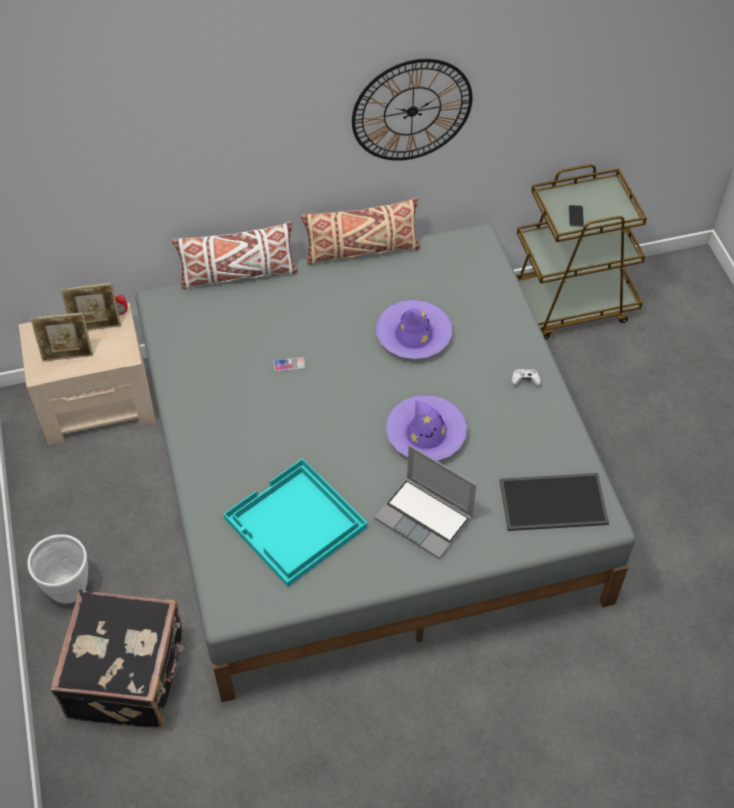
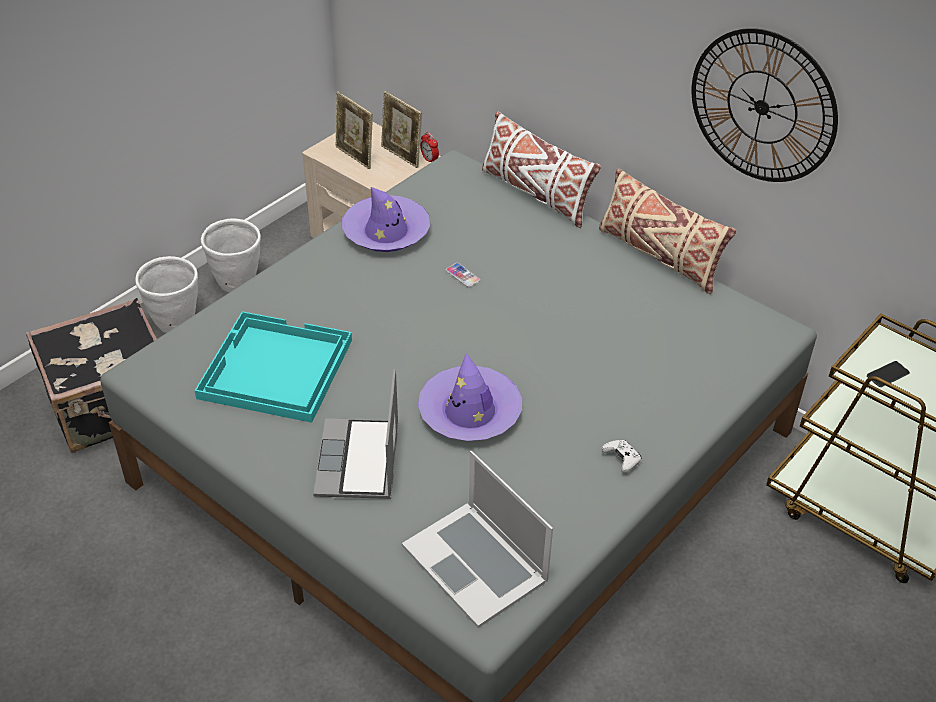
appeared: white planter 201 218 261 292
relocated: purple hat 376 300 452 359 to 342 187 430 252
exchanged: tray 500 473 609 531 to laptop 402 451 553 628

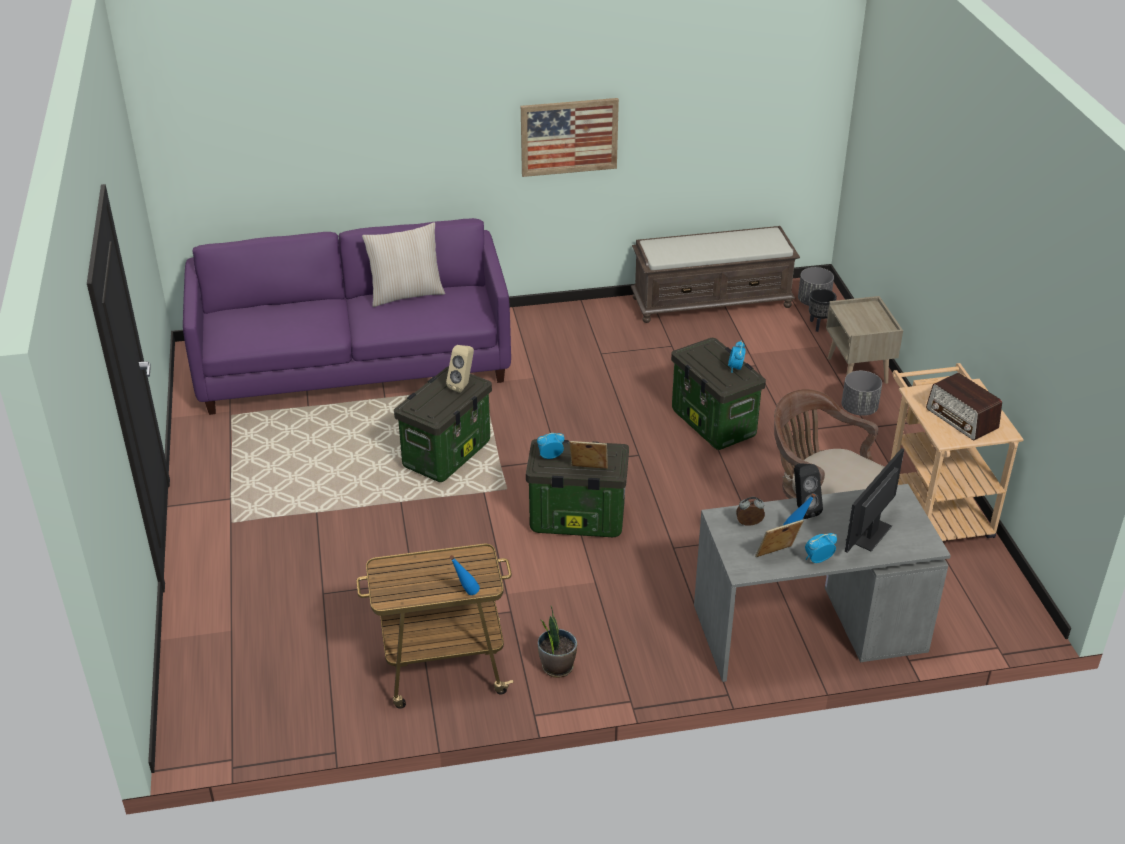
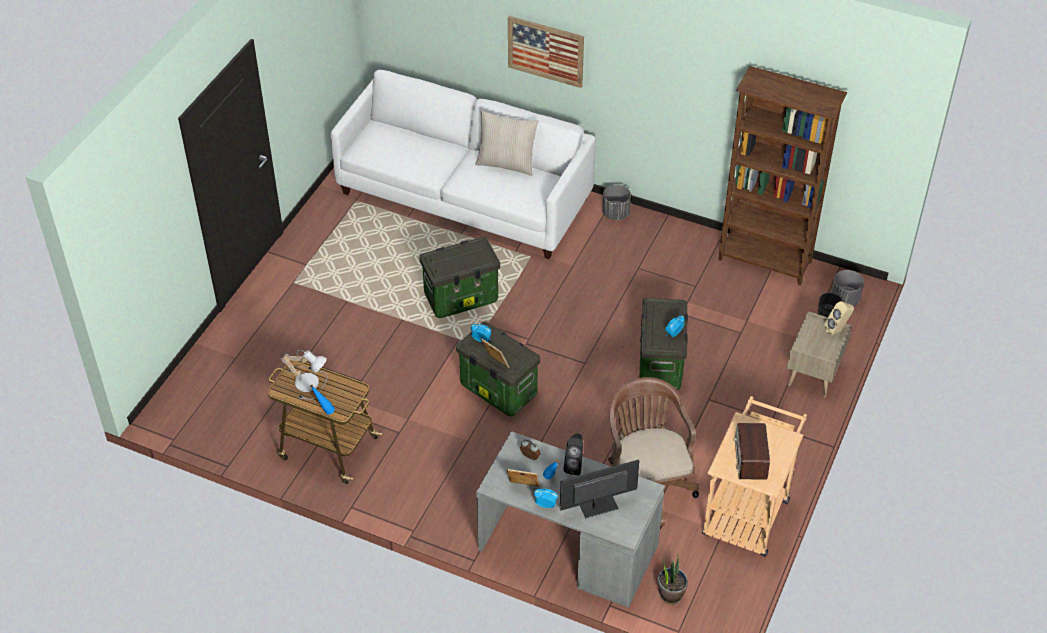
appeared: table lamp 281 350 328 400
relocated: picture 521 98 619 177 to 508 16 584 88; beige speaker 446 345 474 393 to 824 301 854 336; grey planter 842 371 882 416 to 602 185 631 220; potted plant 538 606 577 678 to 658 556 688 605
exchanged: brown bench 631 226 800 323 to brown bookcase 718 66 847 286
colour: purple sofa 183 218 511 415 to white sofa 330 70 596 259

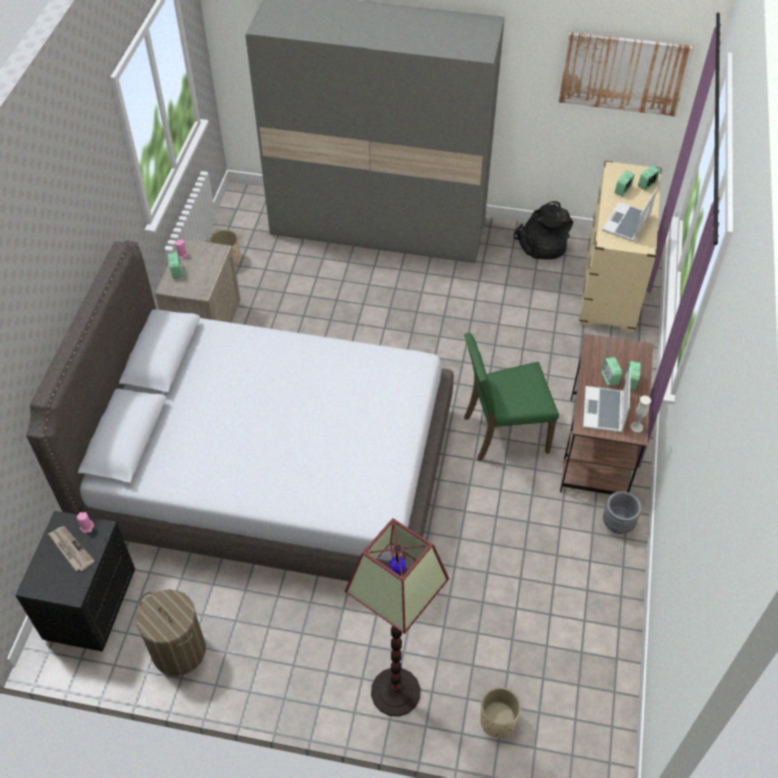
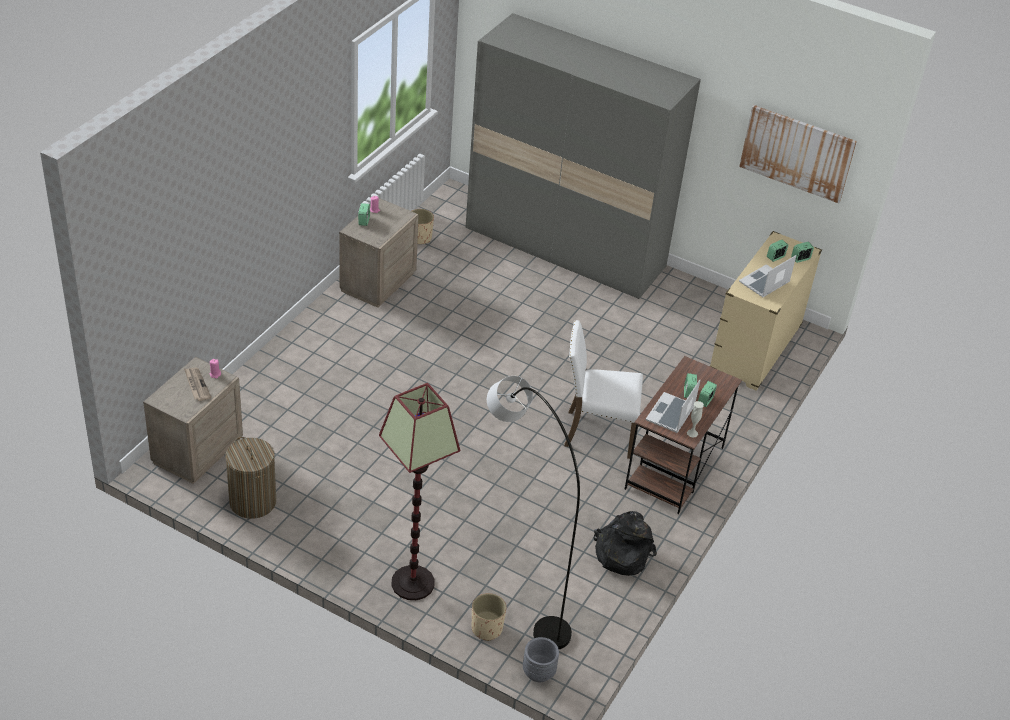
missing: grey bed 26 240 454 581
appeared: grey floor lamp 487 376 580 649
relocated: black backpack 514 201 573 260 to 594 511 657 576; grey planter 603 491 641 534 to 523 637 559 682
colour: green chair 464 332 559 461 to white chair 564 320 643 459; black nightstand 15 511 135 651 to beige nightstand 143 357 243 484

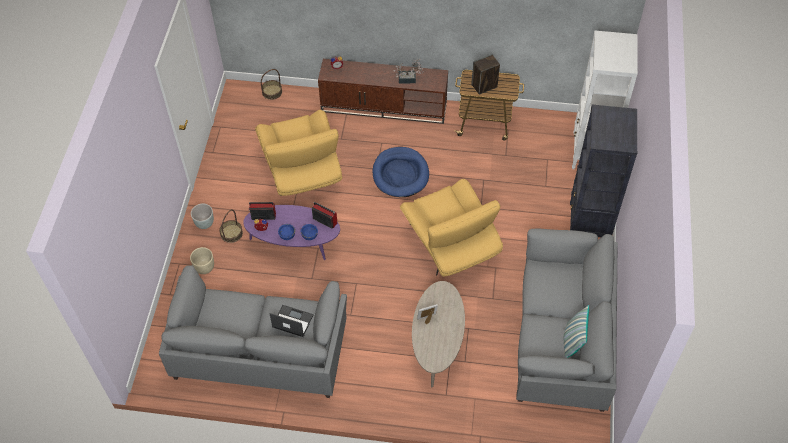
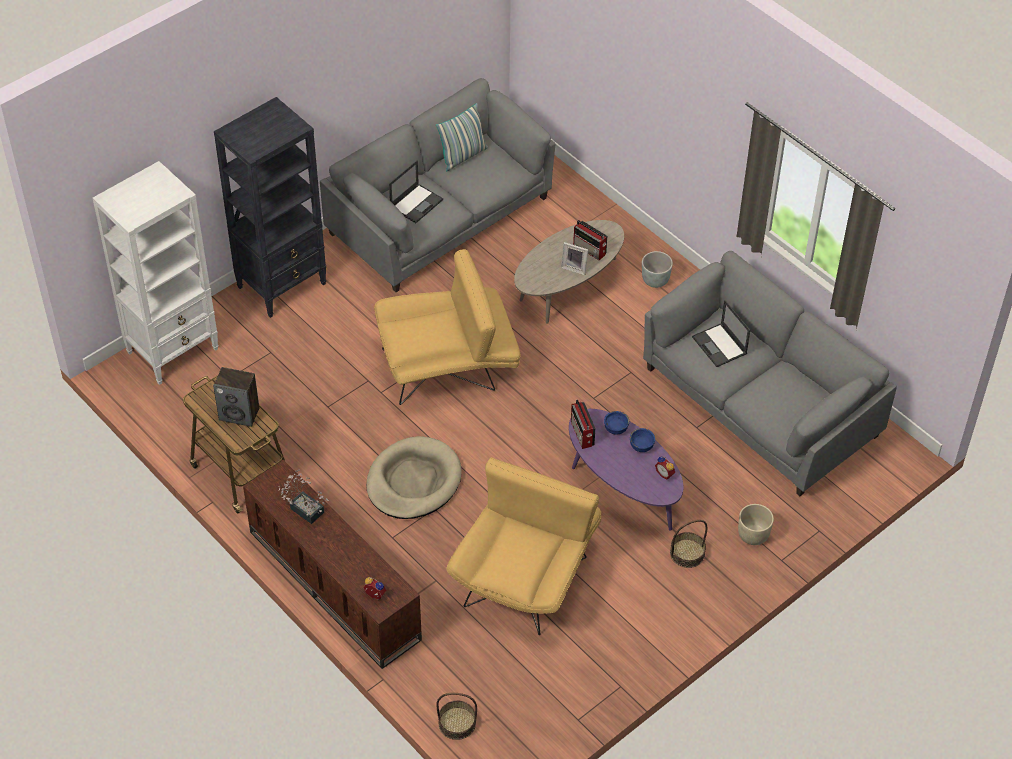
appeared: laptop 389 160 443 223
relocated: radio 248 202 276 220 to 573 220 607 260; grey planter 191 204 214 229 to 642 251 673 288
colour: blue dog bed 373 147 429 197 to beige dog bed 366 436 462 519
spun: yellow armchair 400 179 503 276 = 374 249 521 405 60 degrees clockwise

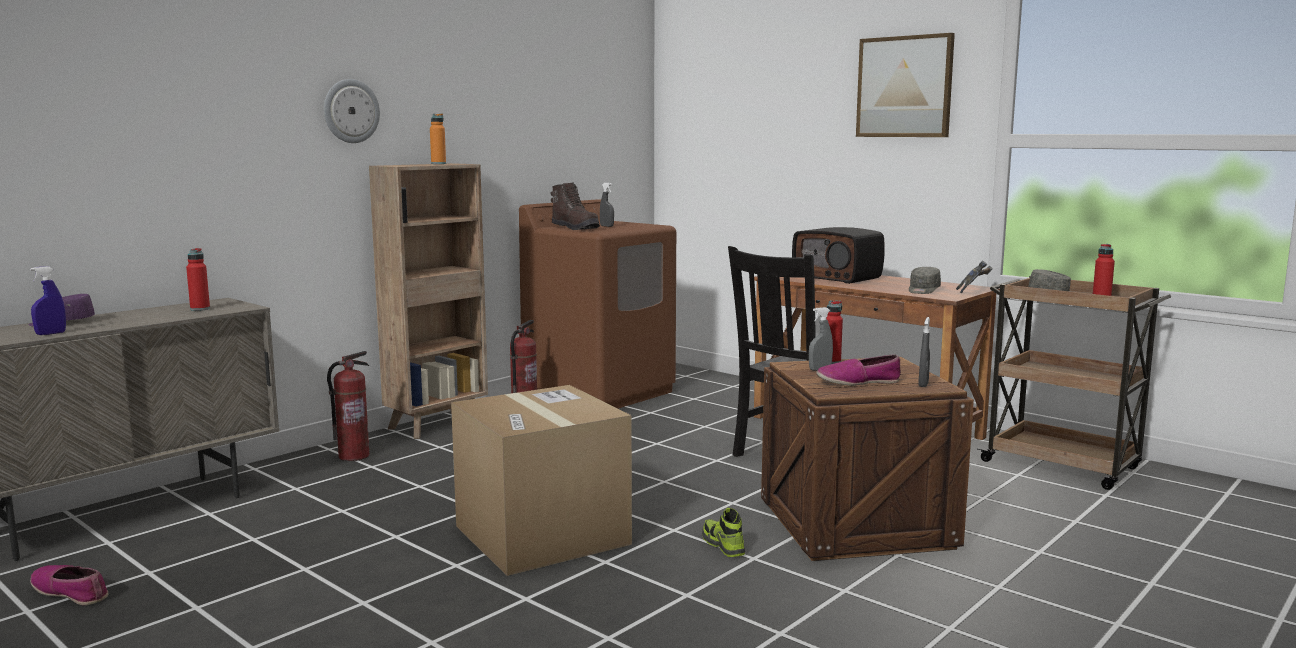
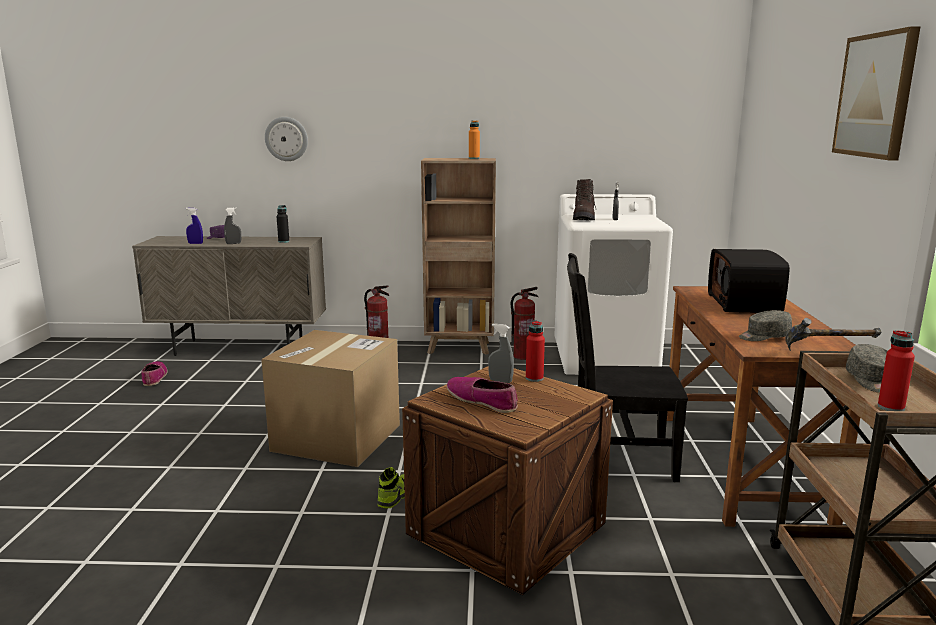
relocated: wall clock 324 79 380 143 to 265 117 308 161; grey spray bottle 918 317 930 387 to 224 207 241 244
colour: brown washing machine 519 199 676 409 to white washing machine 554 194 673 375; red bottle 186 248 210 311 to black bottle 276 205 289 243

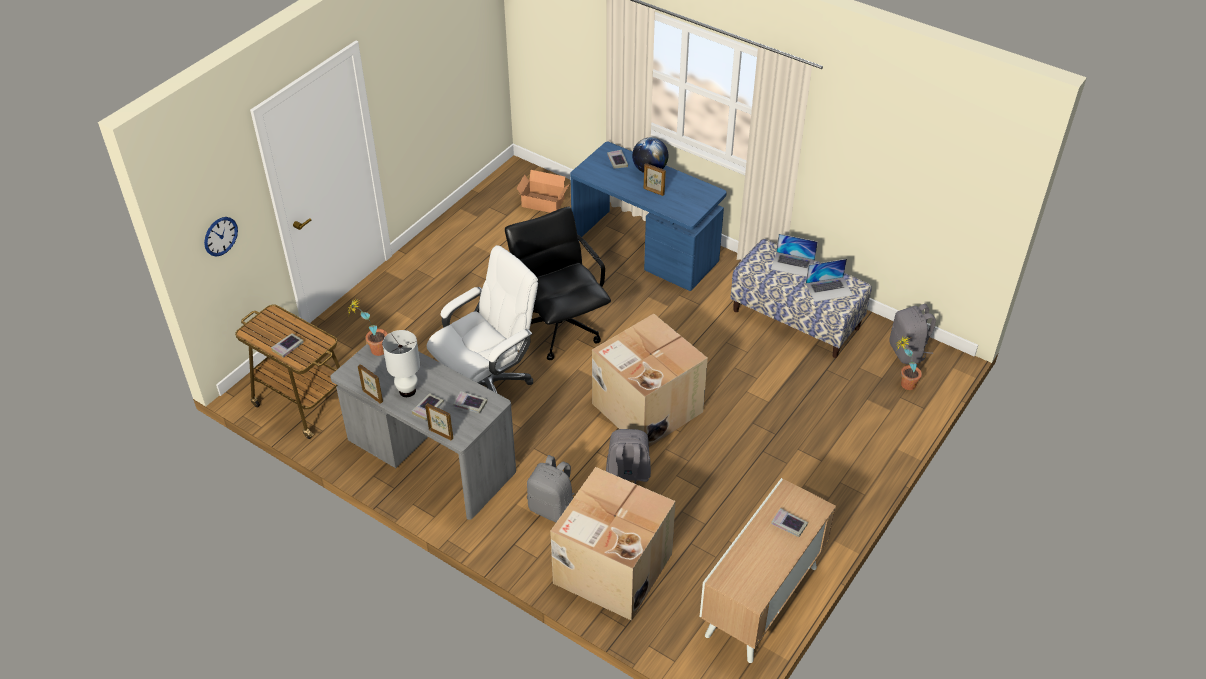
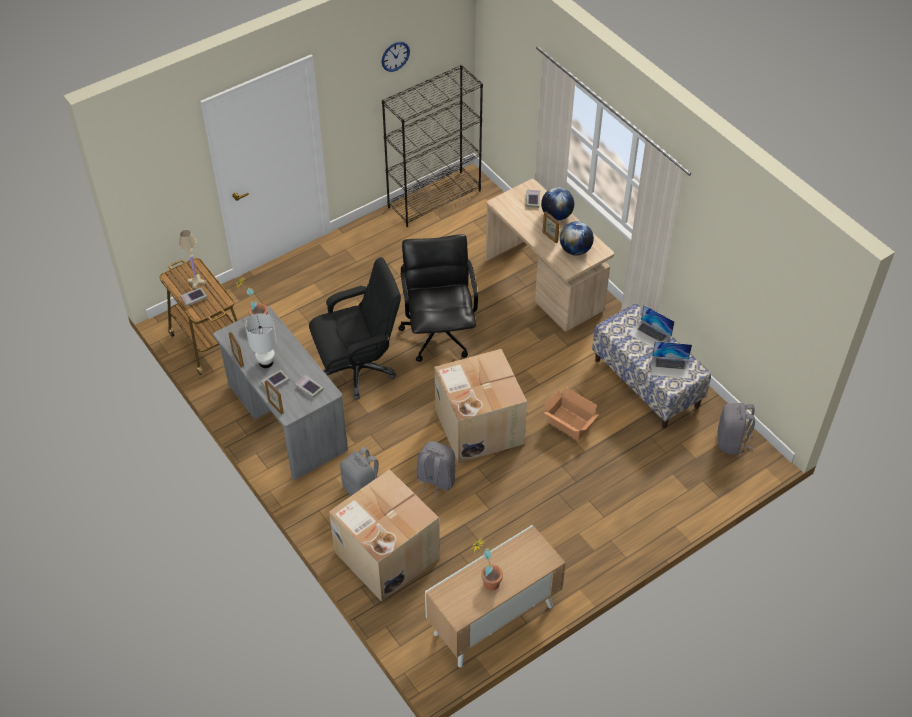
missing: book 771 508 808 537
appeared: black bookcase 382 65 483 227; globe 560 221 594 256; beige table lamp 179 230 206 289
relocated: cardboard box 517 170 569 213 to 543 387 599 440; wall clock 204 217 238 257 to 382 42 410 72; potted plant 895 336 922 390 to 469 539 503 591
colour: blue desk 570 142 727 291 to beige desk 486 179 614 332; white office chair 427 245 538 394 to black office chair 309 257 401 400

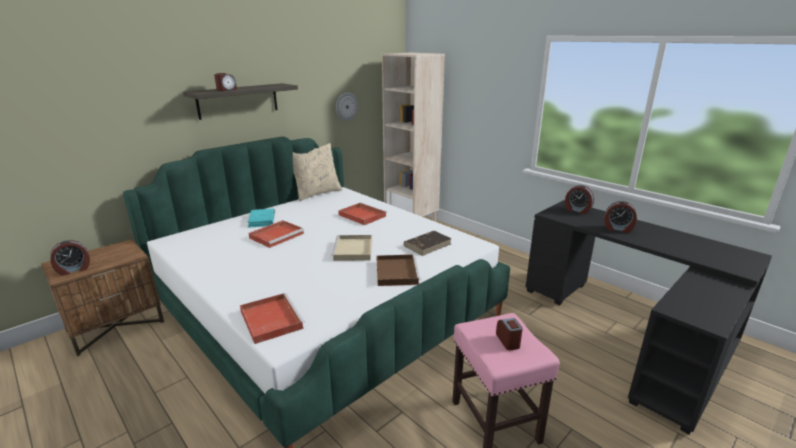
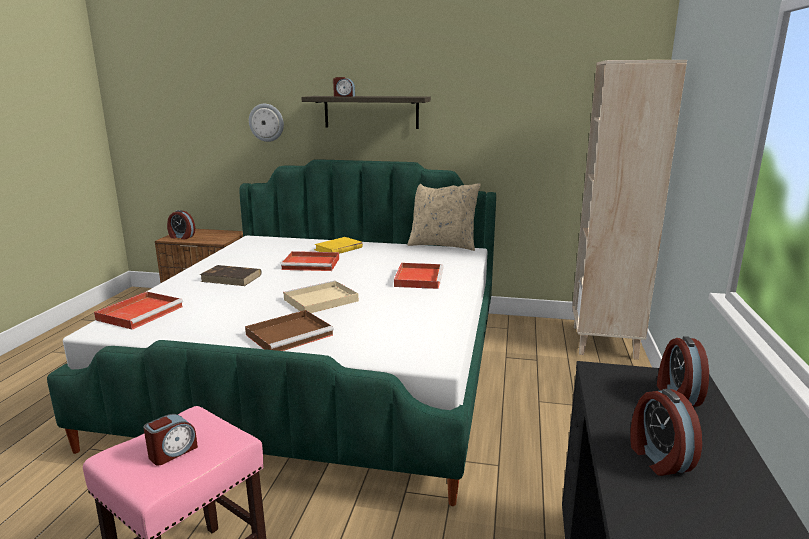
relocated: wall clock 336 93 358 121 to 249 104 284 142; brown book 404 231 452 256 to 200 265 262 286
colour: turquoise book 247 209 275 228 to yellow book 314 237 363 254

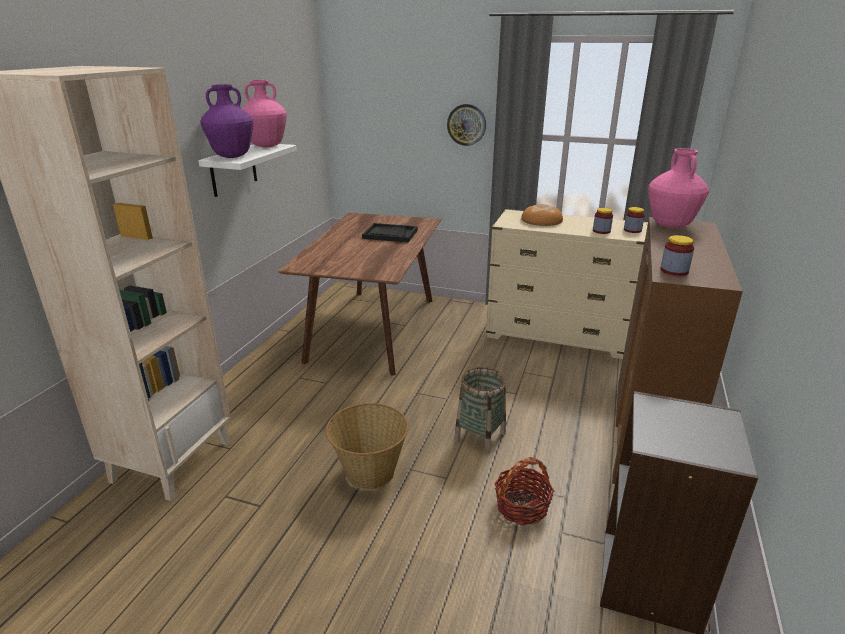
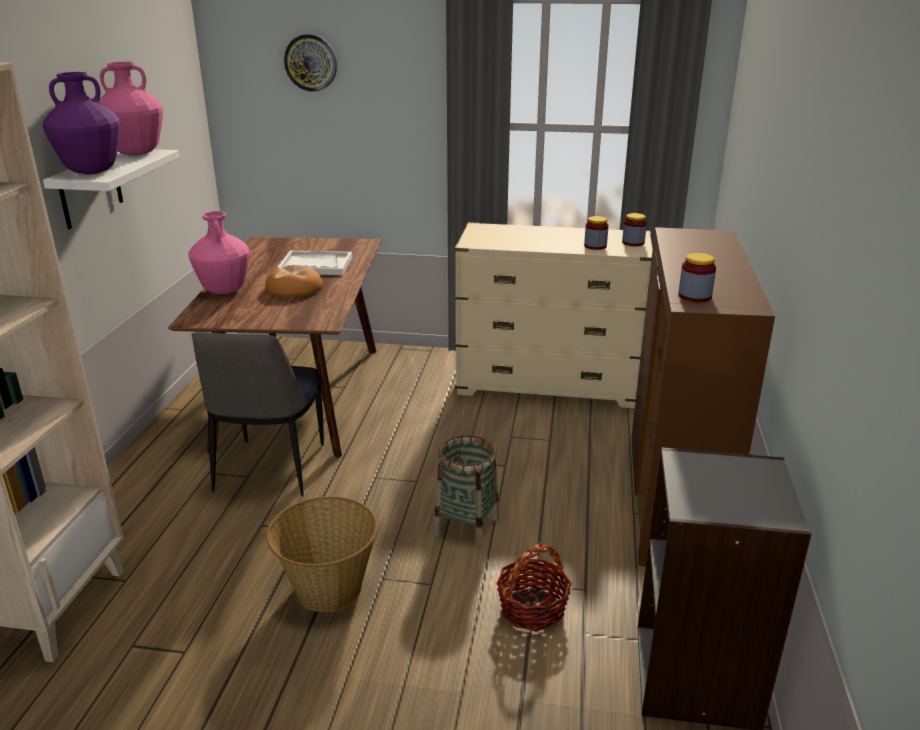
appeared: chair 192 332 324 497
relocated: wall clock 447 104 486 146 to 284 34 337 92; pink vase 648 148 709 228 to 188 211 250 294; bread 521 204 563 226 to 265 265 323 297
colour: black tray 362 223 418 242 to white tray 277 251 352 275

